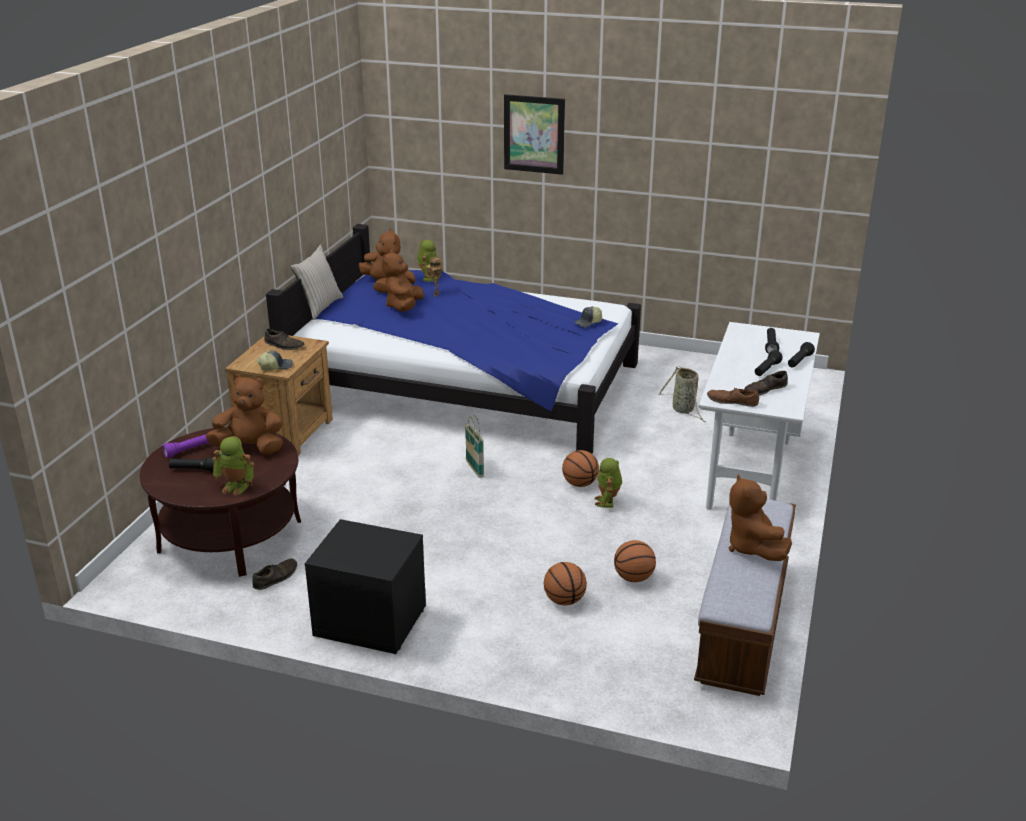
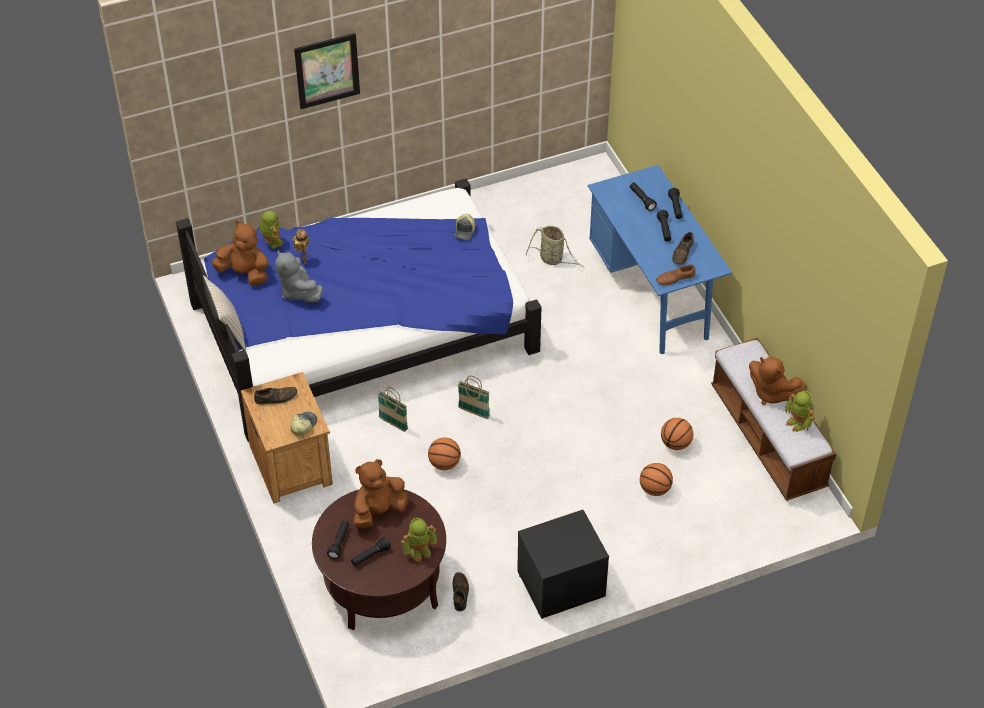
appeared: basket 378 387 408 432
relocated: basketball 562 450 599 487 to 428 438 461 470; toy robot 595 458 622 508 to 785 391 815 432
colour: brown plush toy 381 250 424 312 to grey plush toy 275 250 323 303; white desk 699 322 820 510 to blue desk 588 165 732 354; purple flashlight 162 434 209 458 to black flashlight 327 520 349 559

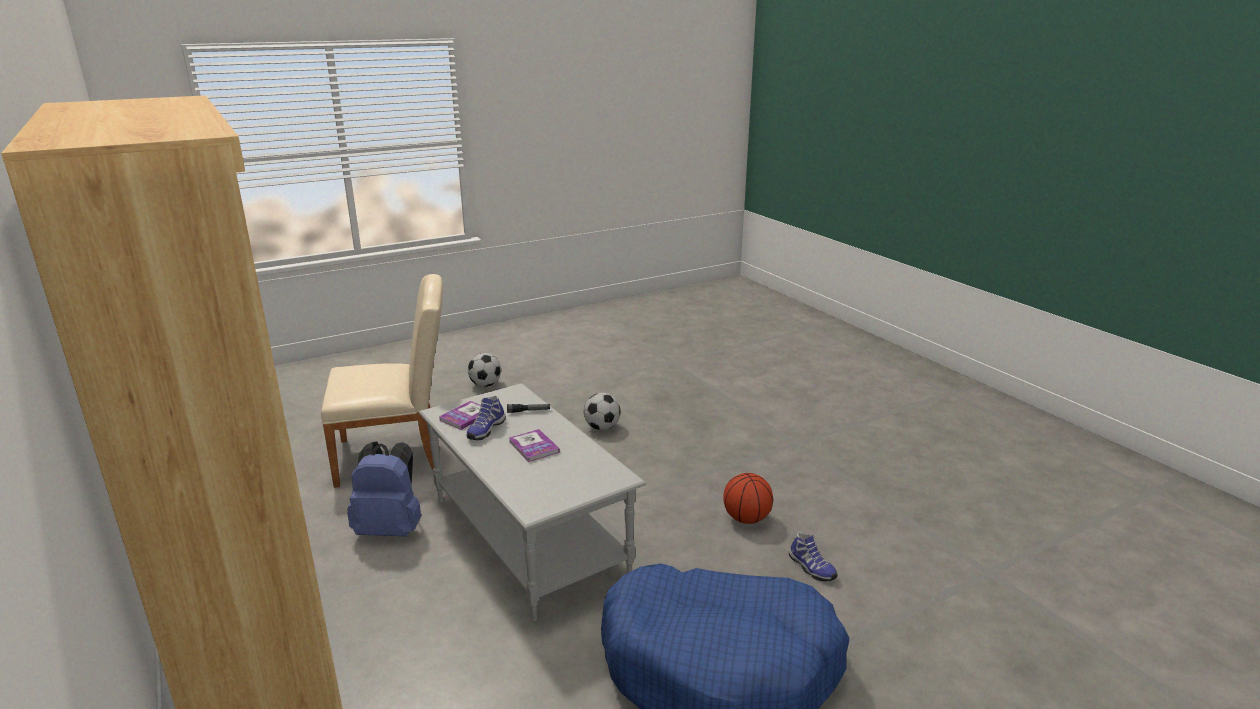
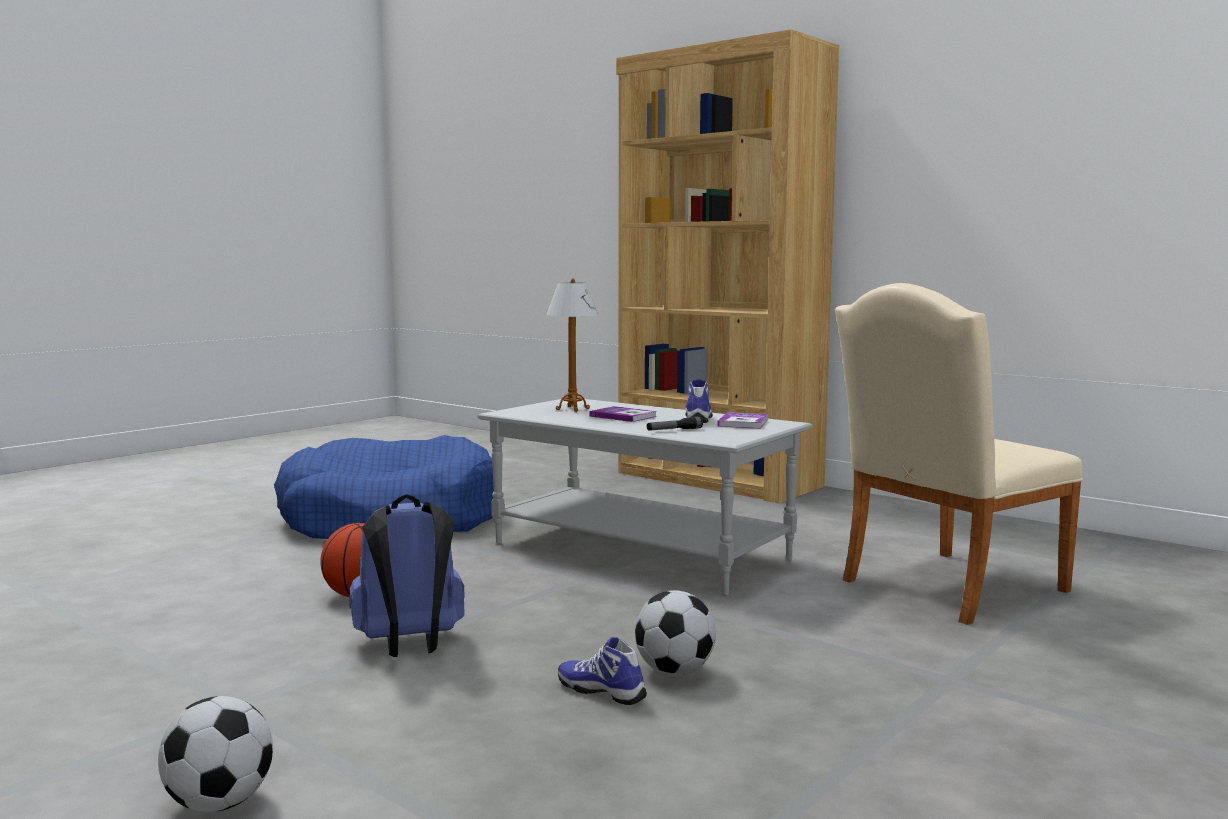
appeared: table lamp 546 278 598 412
relocated: football 468 353 501 387 to 158 696 273 812; blue backpack 347 441 421 537 to 349 494 465 657; shoe 789 532 837 581 to 558 637 647 705

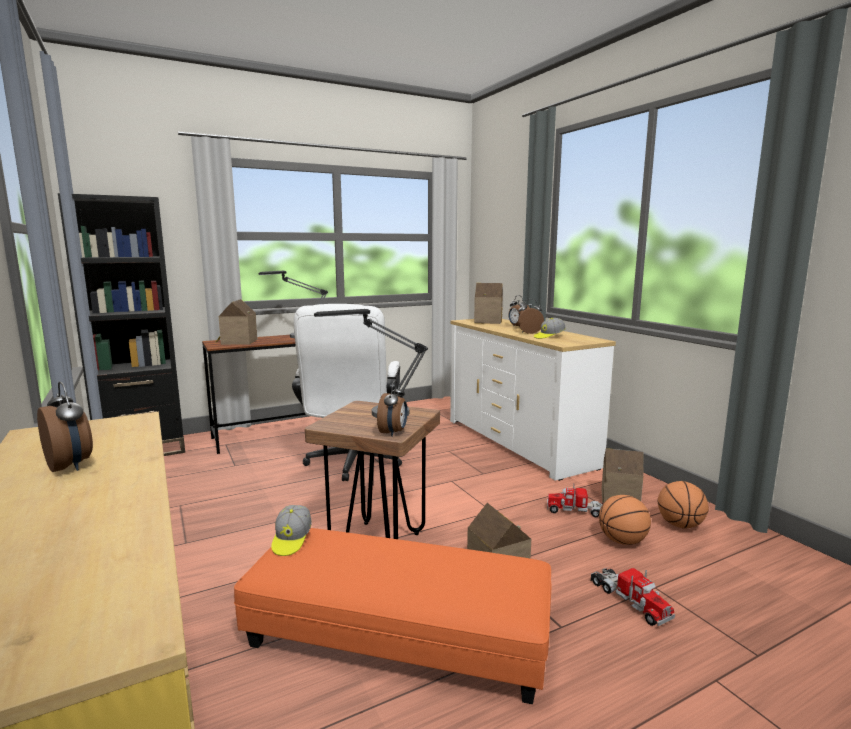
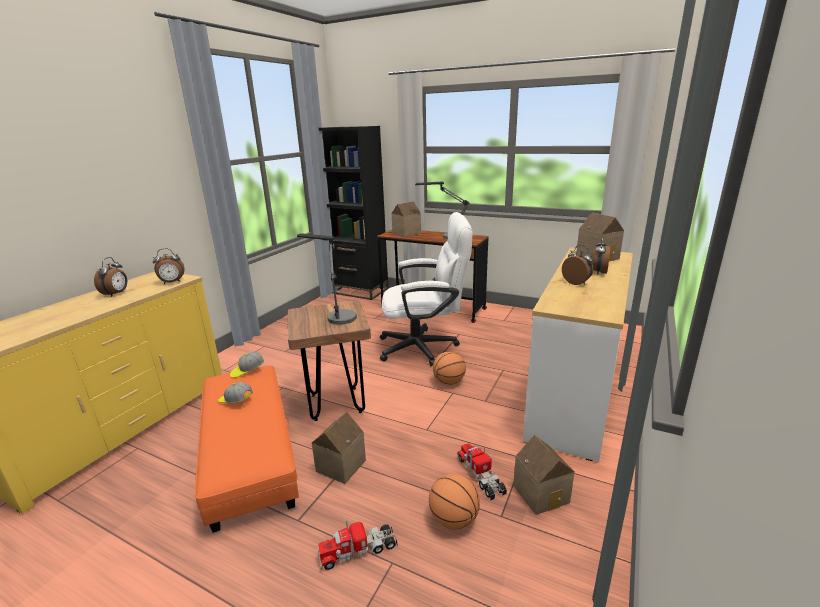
relocated: cap 534 318 566 339 to 218 382 253 403; alarm clock 377 380 407 437 to 153 248 185 284; basketball 657 481 709 529 to 433 352 466 385
spun: white office chair 292 304 402 481 = 380 212 472 366 150 degrees counterclockwise; toy truck 591 568 675 626 = 318 521 398 570 45 degrees clockwise

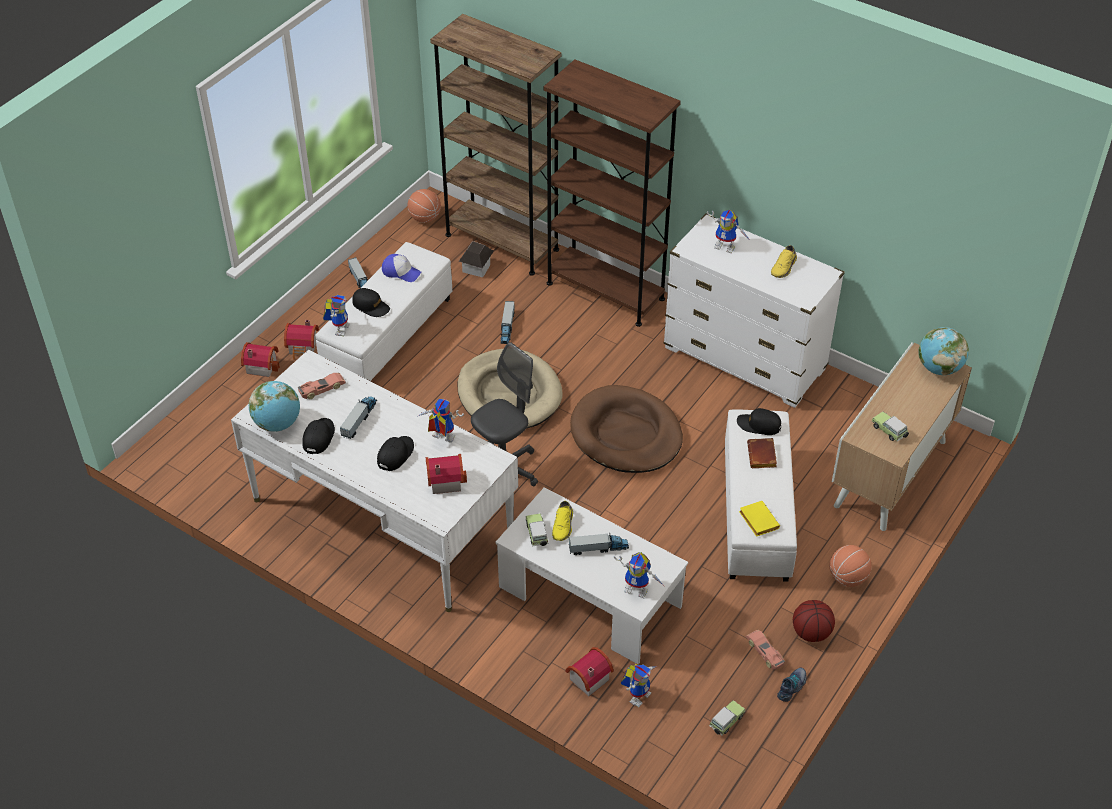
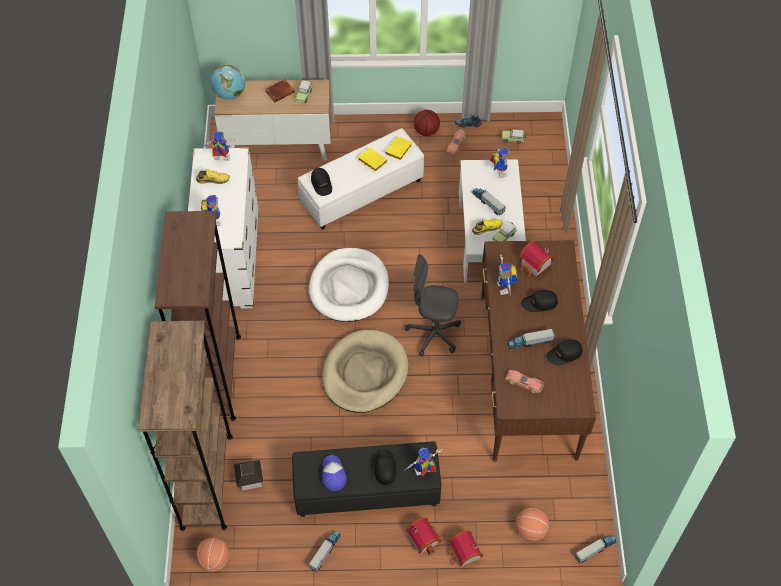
missing: globe 249 381 300 432; toy house 565 647 614 696
appeared: yellow book 358 148 387 172
relocated: toy truck 501 301 514 344 to 574 535 617 564; brown book 747 438 777 468 to 265 79 295 102; basketball 829 545 872 587 to 516 508 549 541; toy robot 621 663 656 708 to 201 131 236 161
colour: white ottoman 315 242 452 381 to black ottoman 292 441 442 517; white desk 231 350 518 612 to brown desk 481 240 596 462; brown dog bed 570 385 683 473 to white dog bed 309 248 389 322

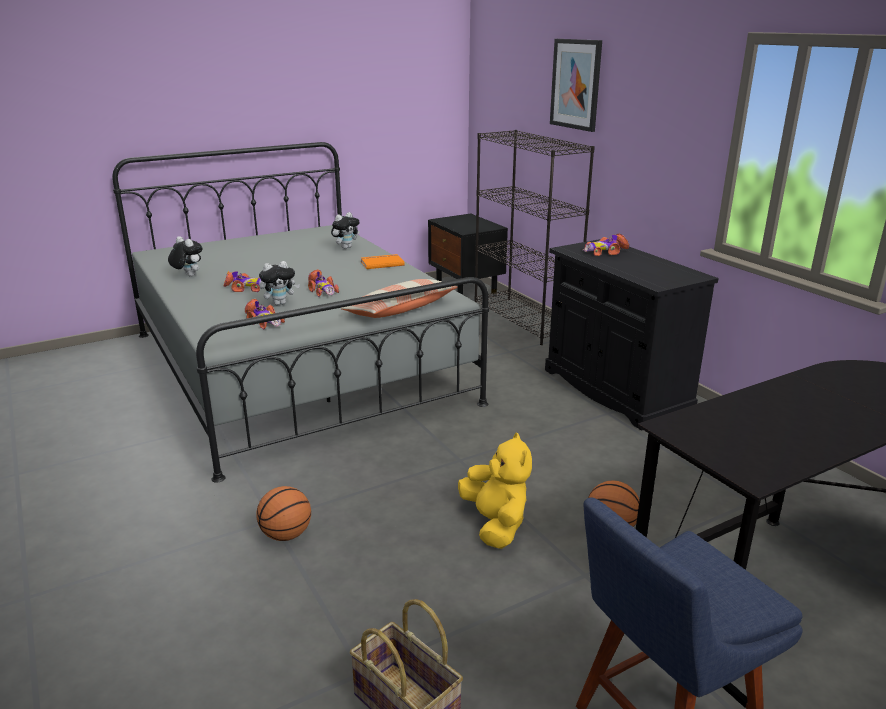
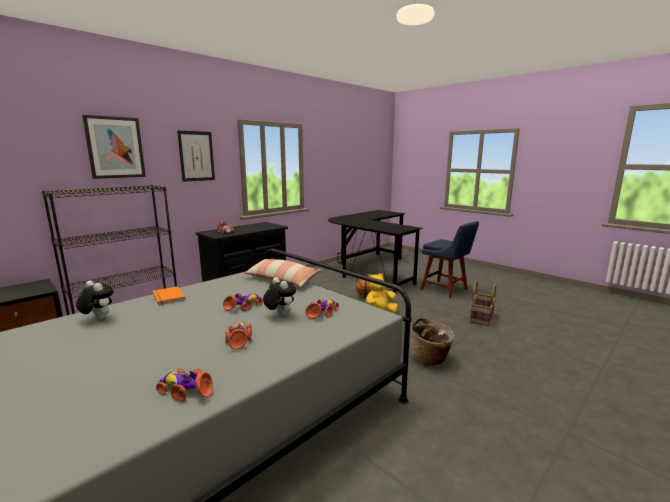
appeared: picture 177 130 215 182
exchanged: plush toy 168 236 203 276 to toy car 156 368 213 402; basketball 257 486 311 541 to basket 410 317 455 366

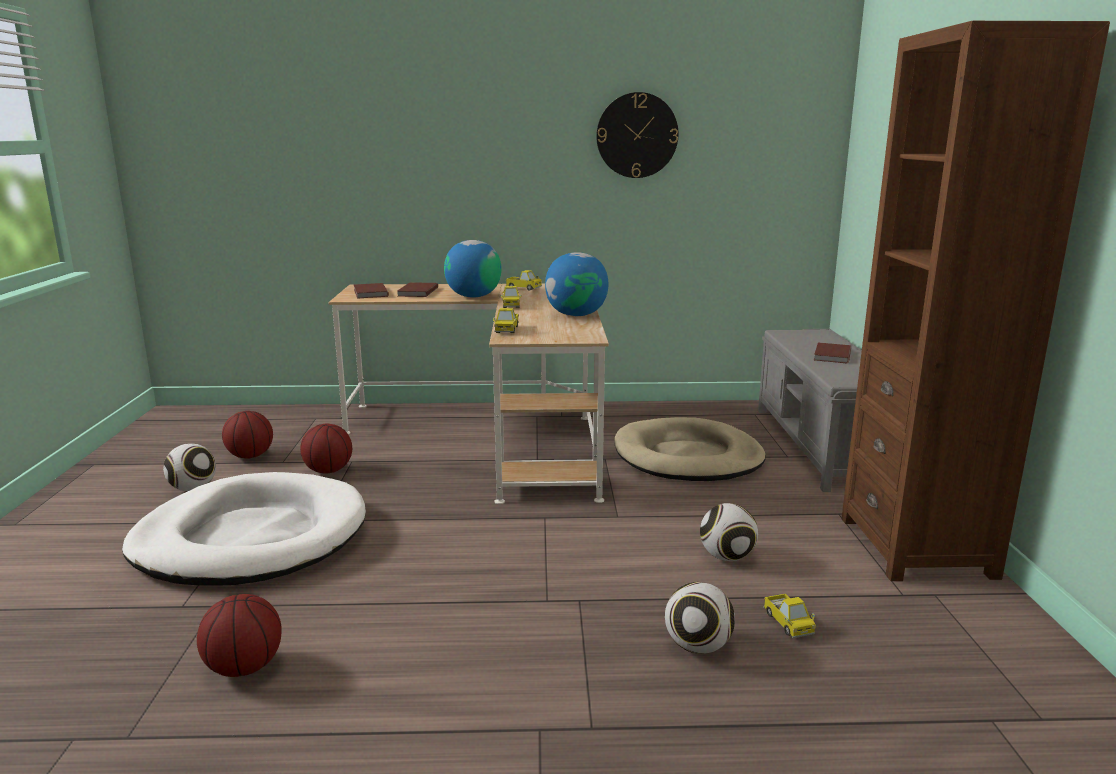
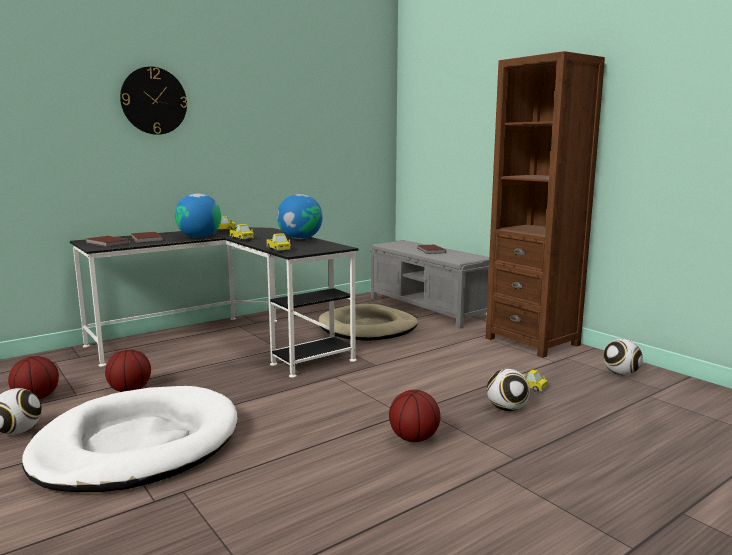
relocated: wall clock 596 92 678 178 to 120 67 187 135; football 700 503 758 561 to 603 339 642 375; basketball 197 594 282 677 to 389 390 440 442
colour: beige desk 328 283 609 504 to black desk 70 227 358 378

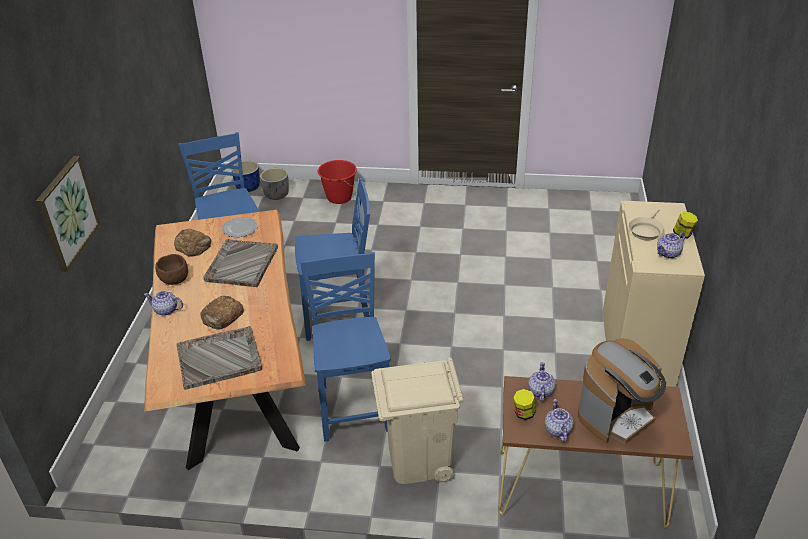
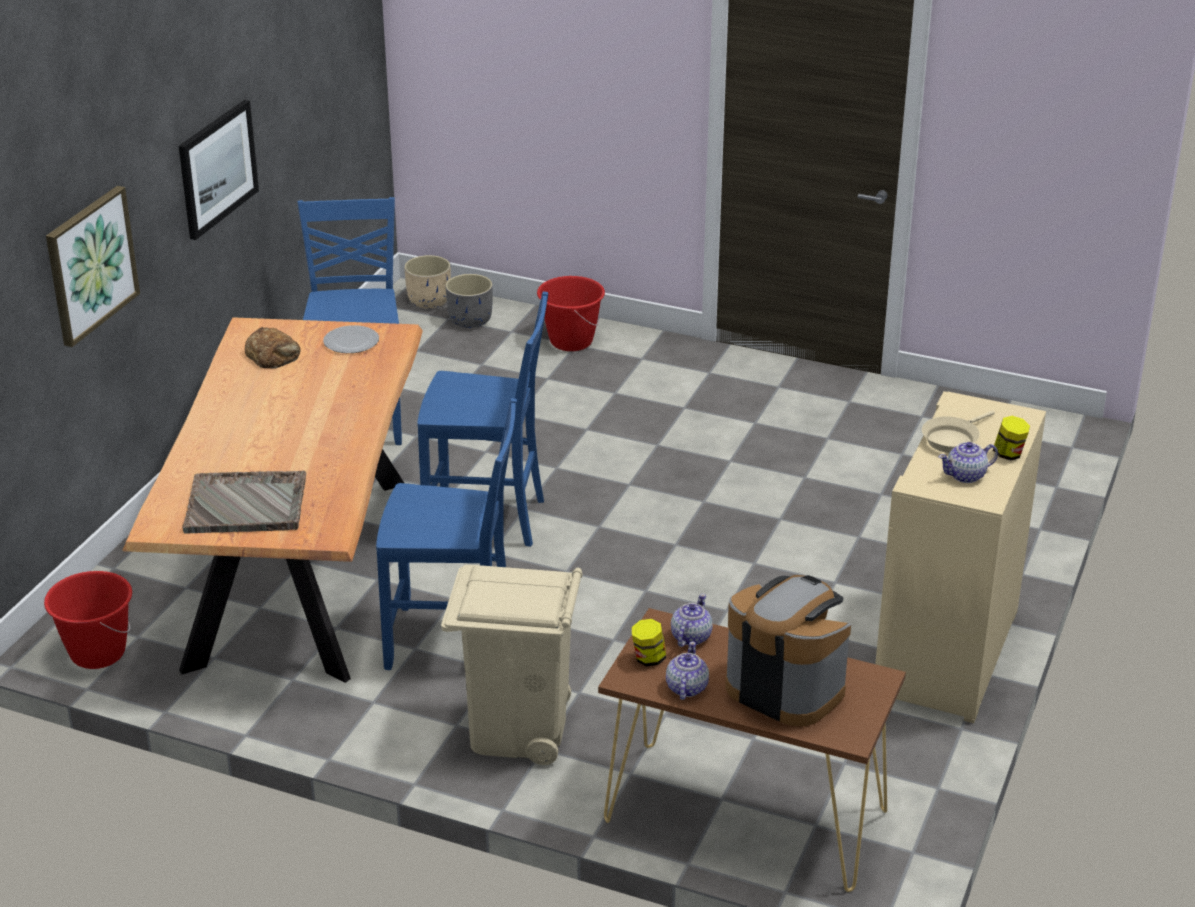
missing: grey tray 203 239 278 287; brown bowl 155 254 188 285; teapot 144 291 183 316; bread 200 296 244 330
appeared: picture 179 100 259 240; red bucket 44 571 132 669
colour: blue planter 231 161 260 192 to beige planter 404 255 451 309
spun: blue chair 300 252 391 441 = 376 398 517 670 90 degrees clockwise; coffee machine 578 338 666 444 = 725 575 851 726 120 degrees counterclockwise

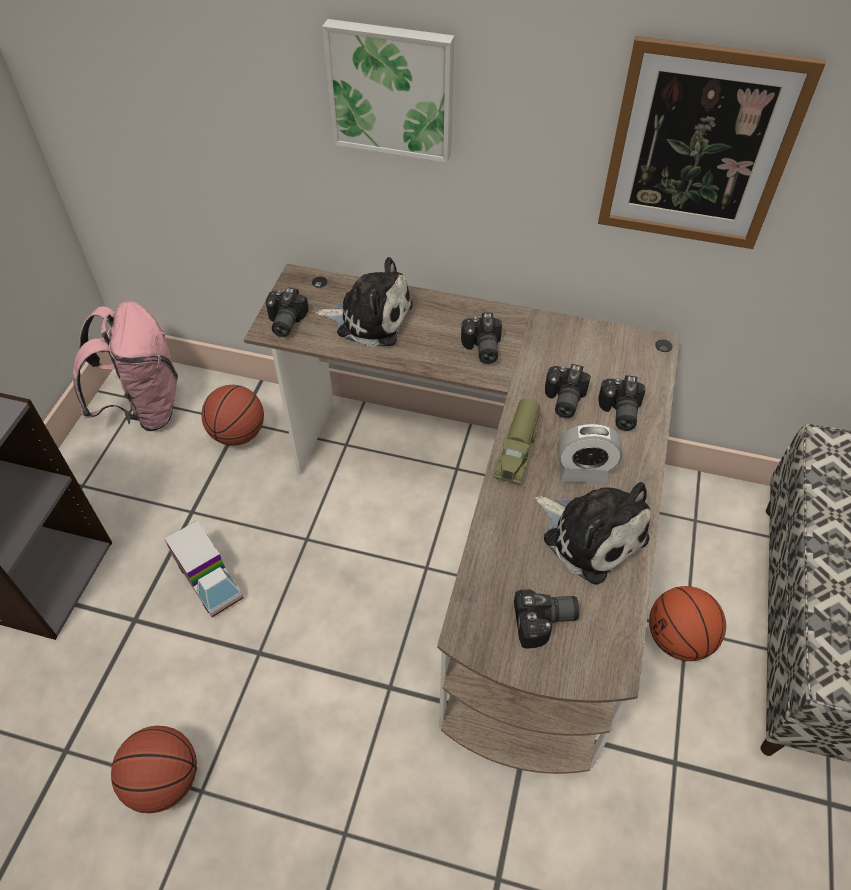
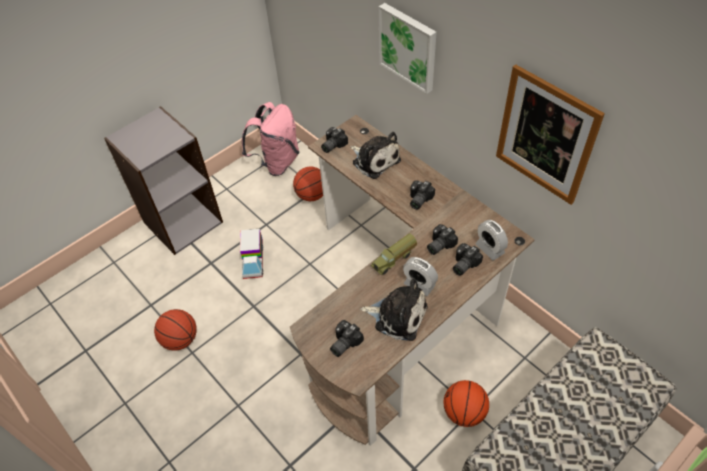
appeared: alarm clock 475 220 508 261
spun: plush toy 535 482 651 585 = 360 279 427 341 60 degrees counterclockwise; photo camera 514 589 579 649 = 330 320 364 357 105 degrees clockwise

